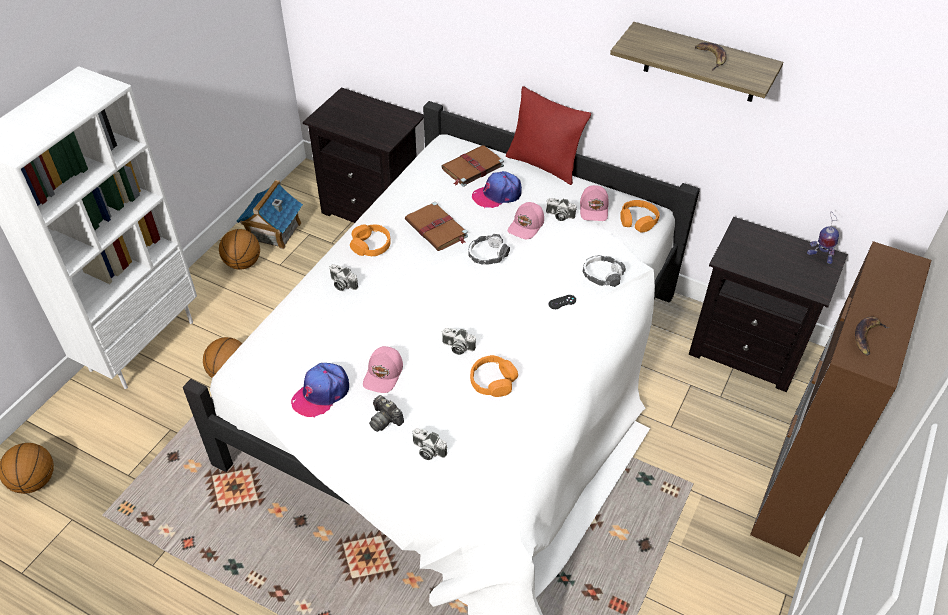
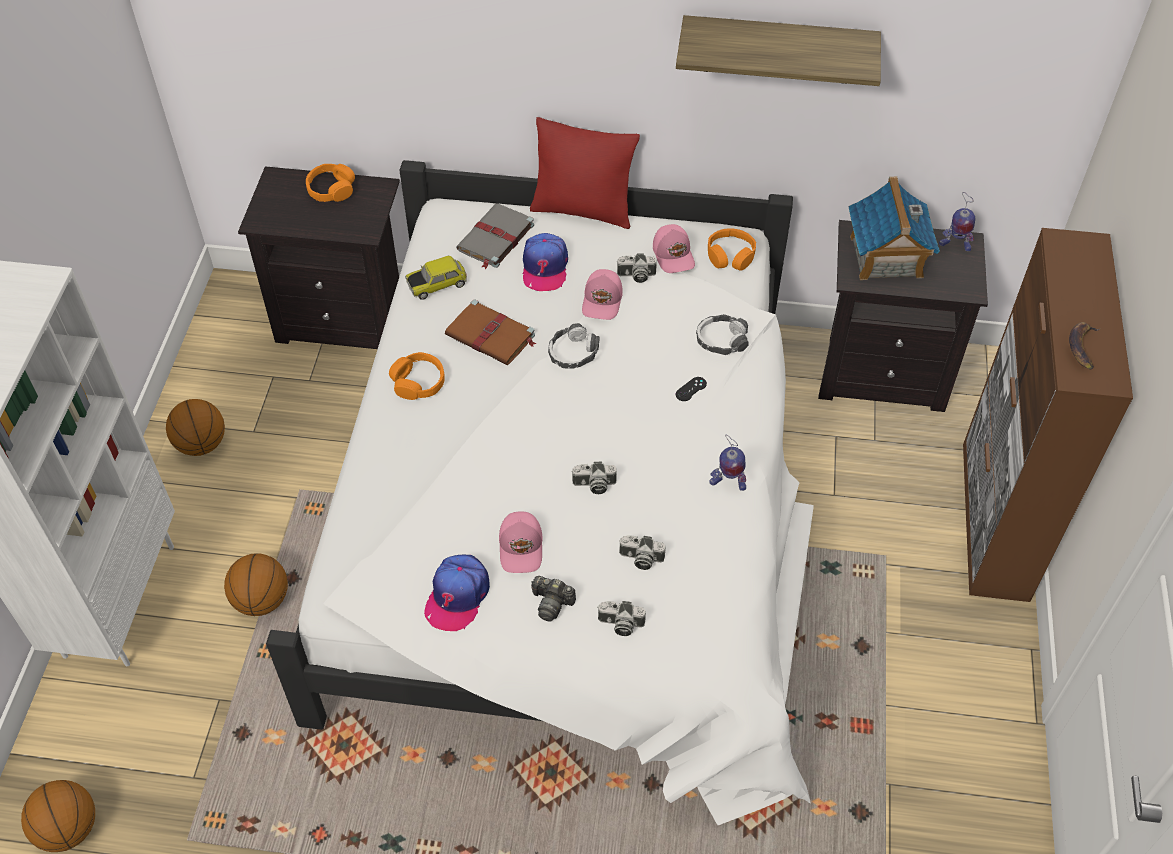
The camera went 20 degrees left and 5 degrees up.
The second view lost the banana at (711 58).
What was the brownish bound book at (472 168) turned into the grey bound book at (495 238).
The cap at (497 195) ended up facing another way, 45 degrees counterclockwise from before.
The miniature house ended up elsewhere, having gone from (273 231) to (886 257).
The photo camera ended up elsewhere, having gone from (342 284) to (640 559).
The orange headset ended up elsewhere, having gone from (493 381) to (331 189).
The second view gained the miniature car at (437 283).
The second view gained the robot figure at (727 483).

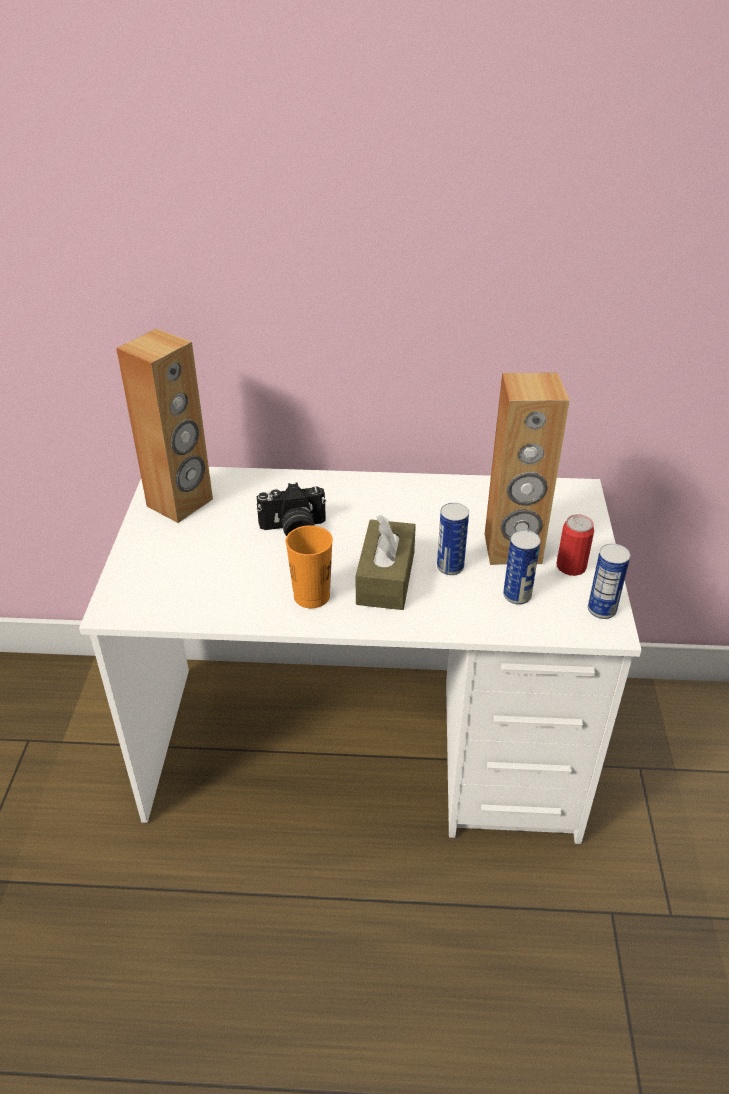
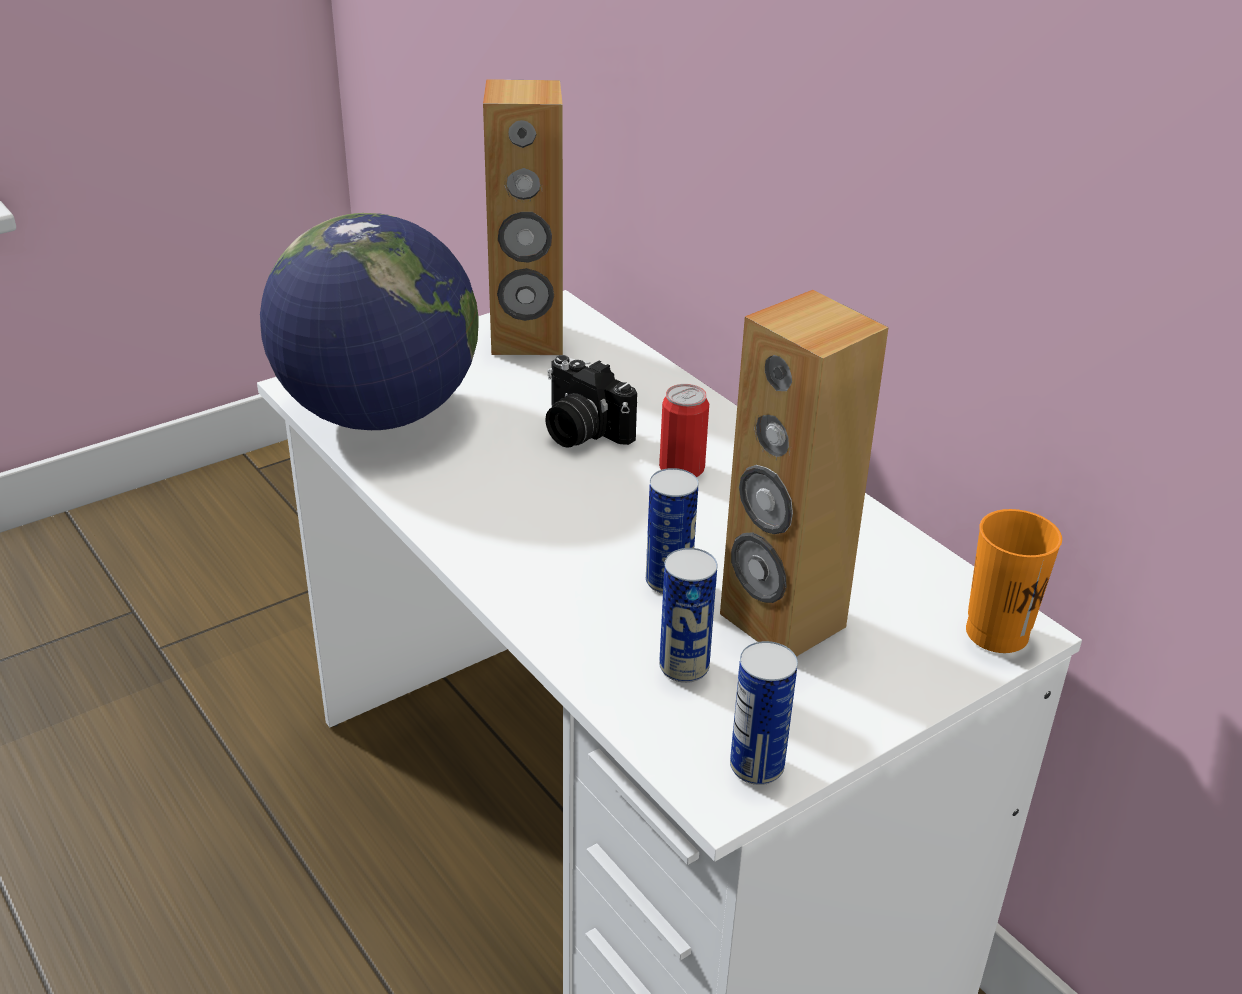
The camera went 50 degrees right and 5 degrees down.
The can ended up elsewhere, having gone from (571 567) to (681 468).
The second view lost the brownish tissue holder at (385 578).
The orange cup ended up elsewhere, having gone from (312 596) to (997 633).
The second view gained the world globe at (378 414).

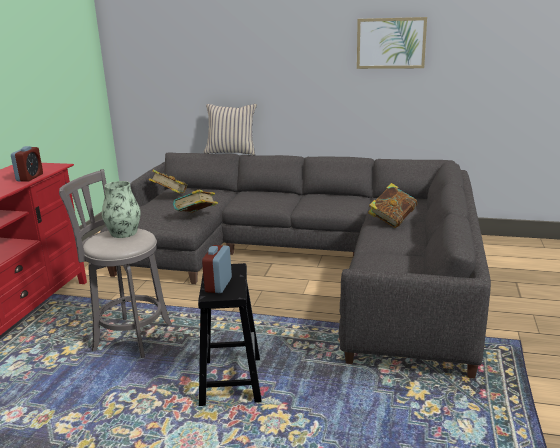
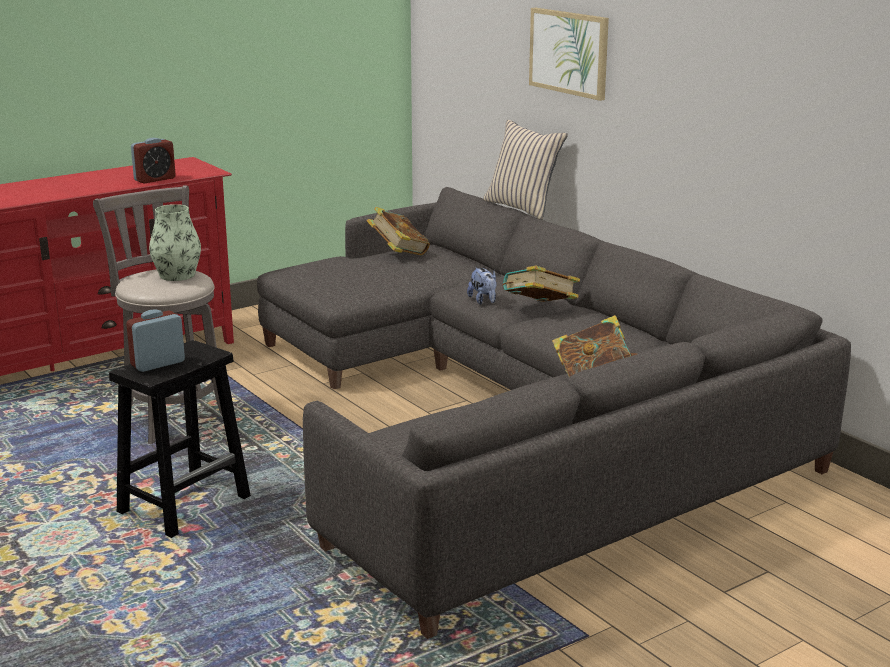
The camera went 40 degrees right and 0 degrees up.
The picture ended up elsewhere, having gone from (391 43) to (569 52).
The bound book ended up elsewhere, having gone from (196 217) to (539 309).
The second view gained the cuddly toy at (483 301).

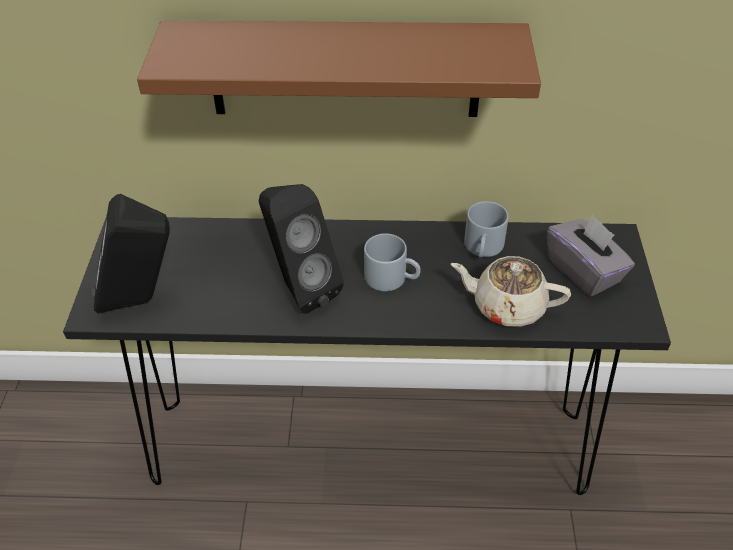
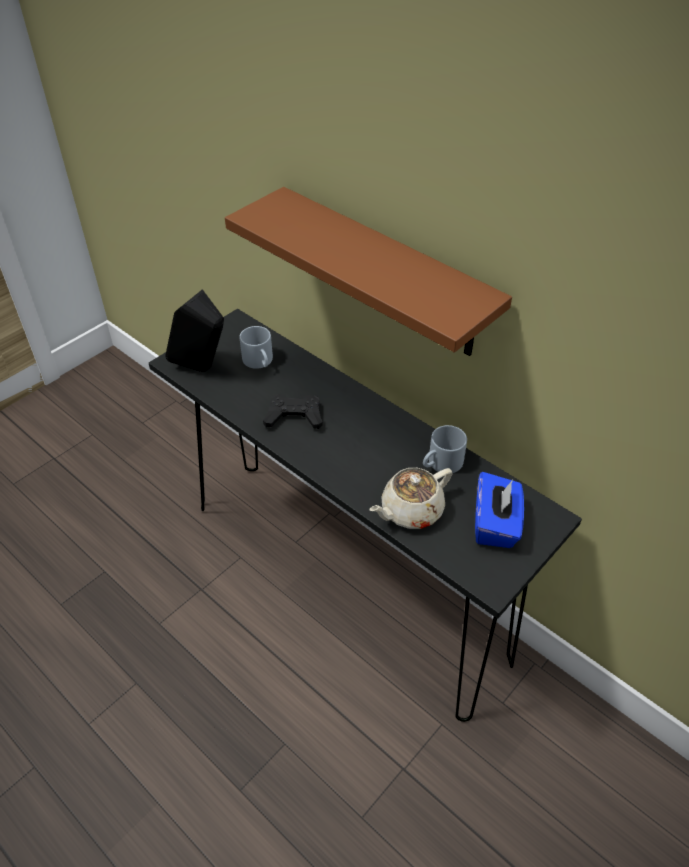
The camera went 40 degrees right and 0 degrees up.
Where the blackish loudspeaker stood at (299 288), the blackish joypad came to stand at (294 416).
What was the grey tissue holder at (584 271) turned into the bluish tissue holder at (495 524).
The grey tea mug ended up elsewhere, having gone from (392 278) to (260 361).
The beige tea pot at (507 306) ended up facing another way, 90 degrees counterclockwise from before.

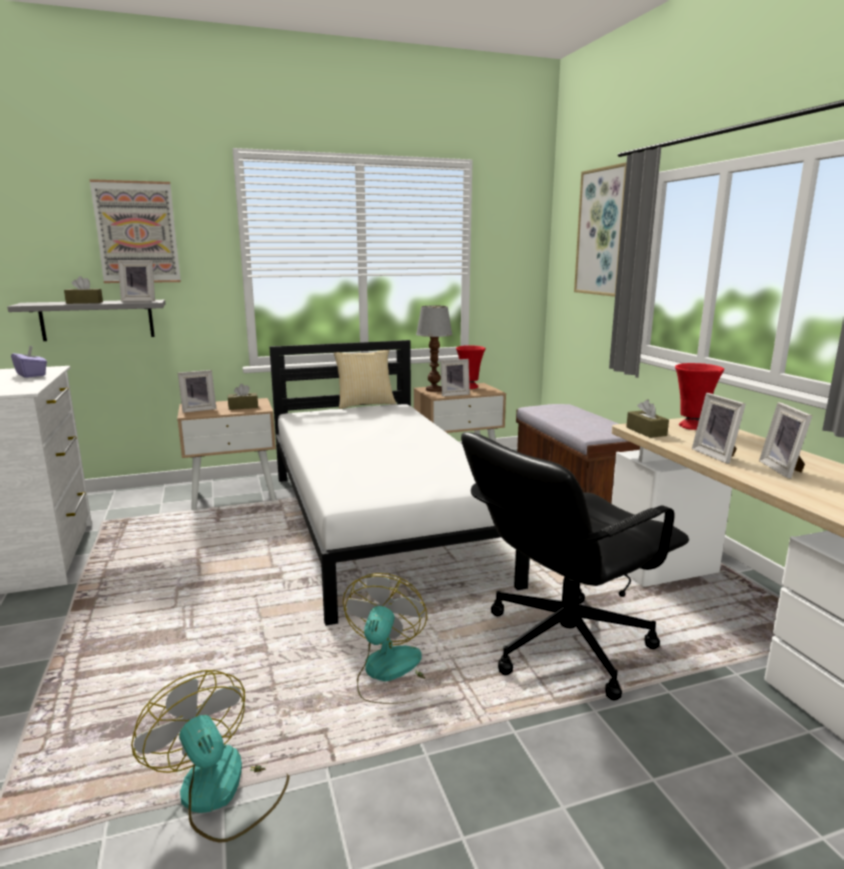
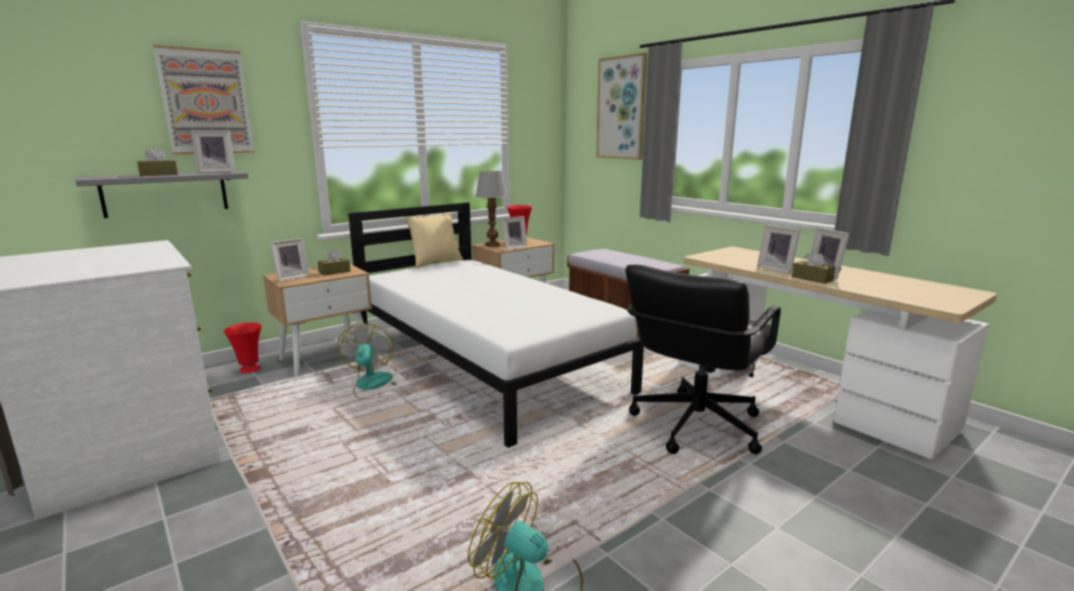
The camera went 20 degrees left and 0 degrees up.
The second view lost the purple tissue holder at (32 375).
The red-coloured vase ended up elsewhere, having gone from (691 427) to (249 370).
The brownish tissue holder ended up elsewhere, having gone from (646 431) to (812 279).
The fan ended up elsewhere, having gone from (389 674) to (373 386).

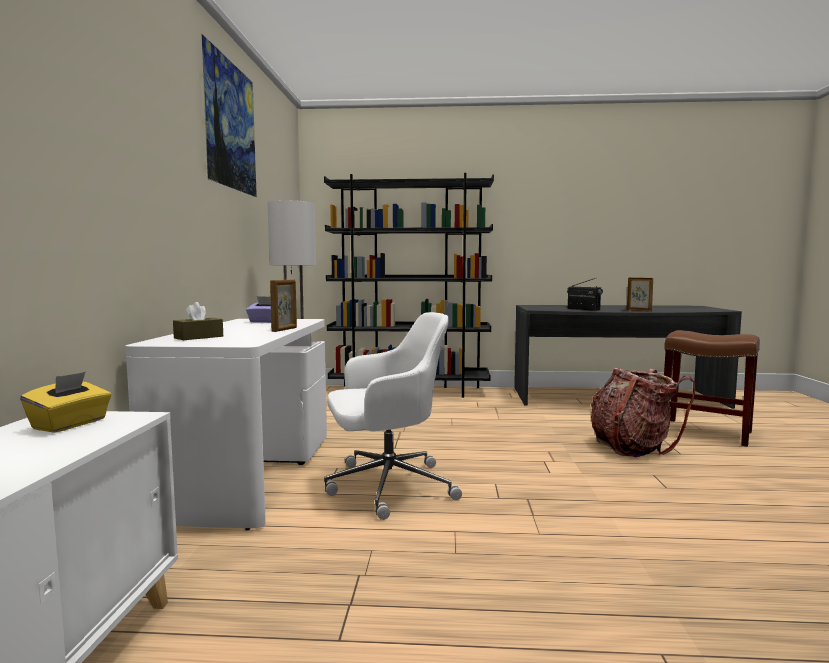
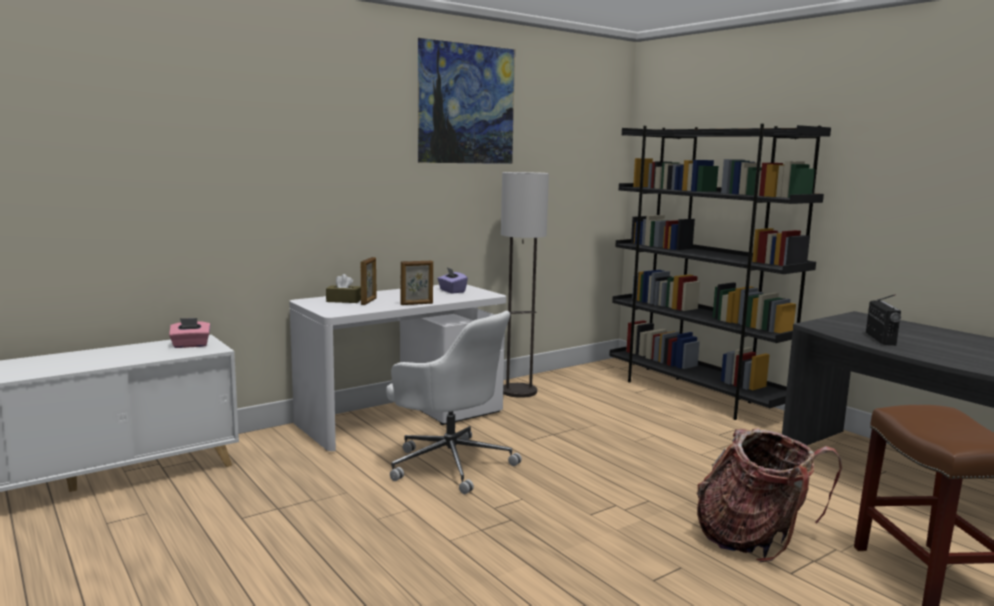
The camera went 50 degrees right and 5 degrees up.
The photo frame ended up elsewhere, having gone from (639 311) to (369 301).
What was the yellow tissue holder at (70 424) turned into the pink tissue holder at (190 345).

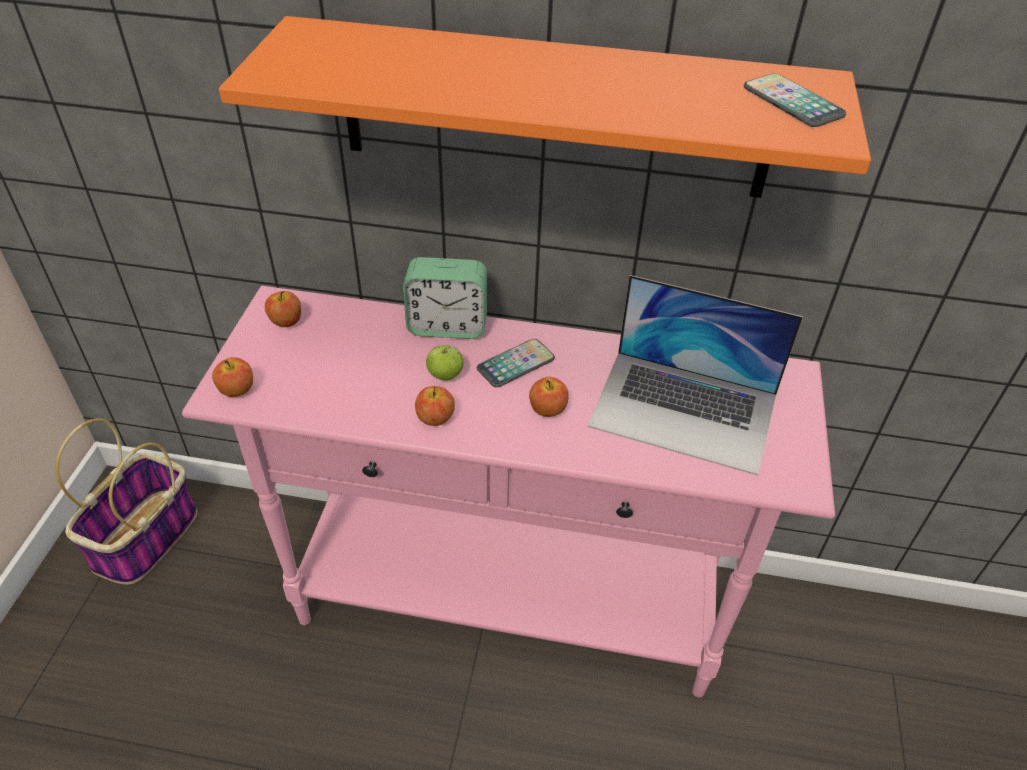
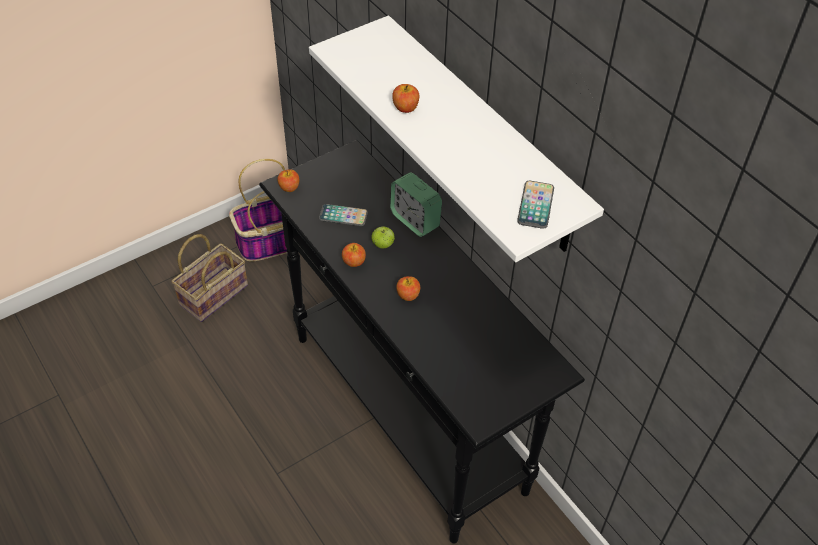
The camera went 45 degrees right and 5 degrees up.
What was the orange wall shelf at (554 110) turned into the white wall shelf at (483 136).
The second view lost the portable computer at (684 410).
What was the pink hall table at (509 603) turned into the blackish hall table at (407 413).
The whole apple ended up elsewhere, having gone from (286 321) to (405 108).
The phone ended up elsewhere, having gone from (515 364) to (343 216).
The second view gained the storage basket at (214 293).

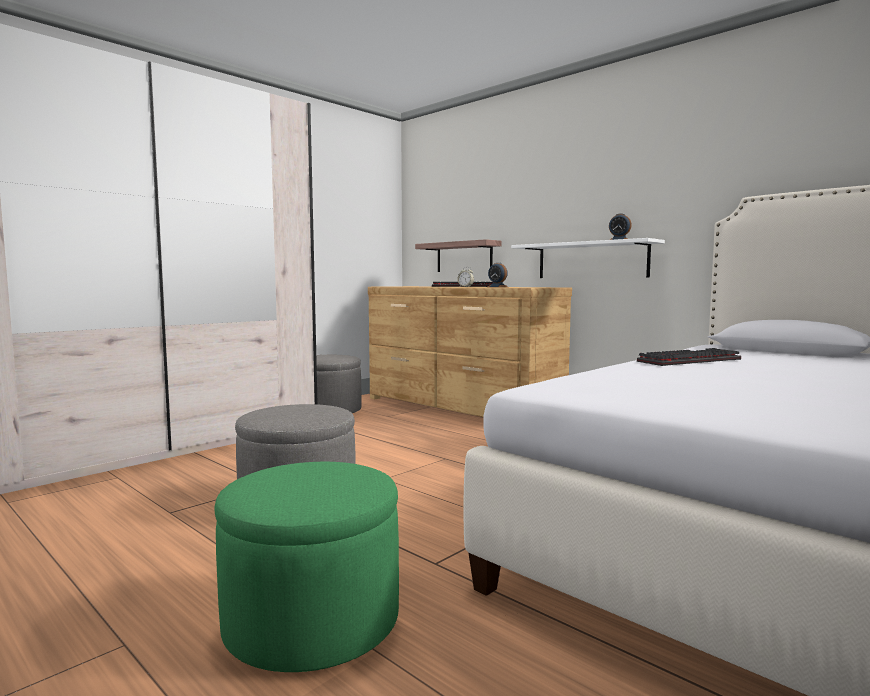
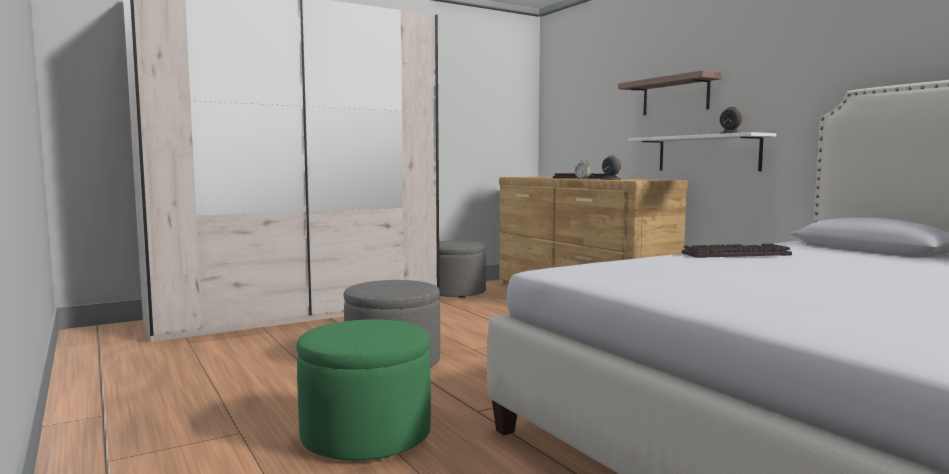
The camera went 15 degrees right and 0 degrees up.
The wall shelf ended up elsewhere, having gone from (464 257) to (675 95).

